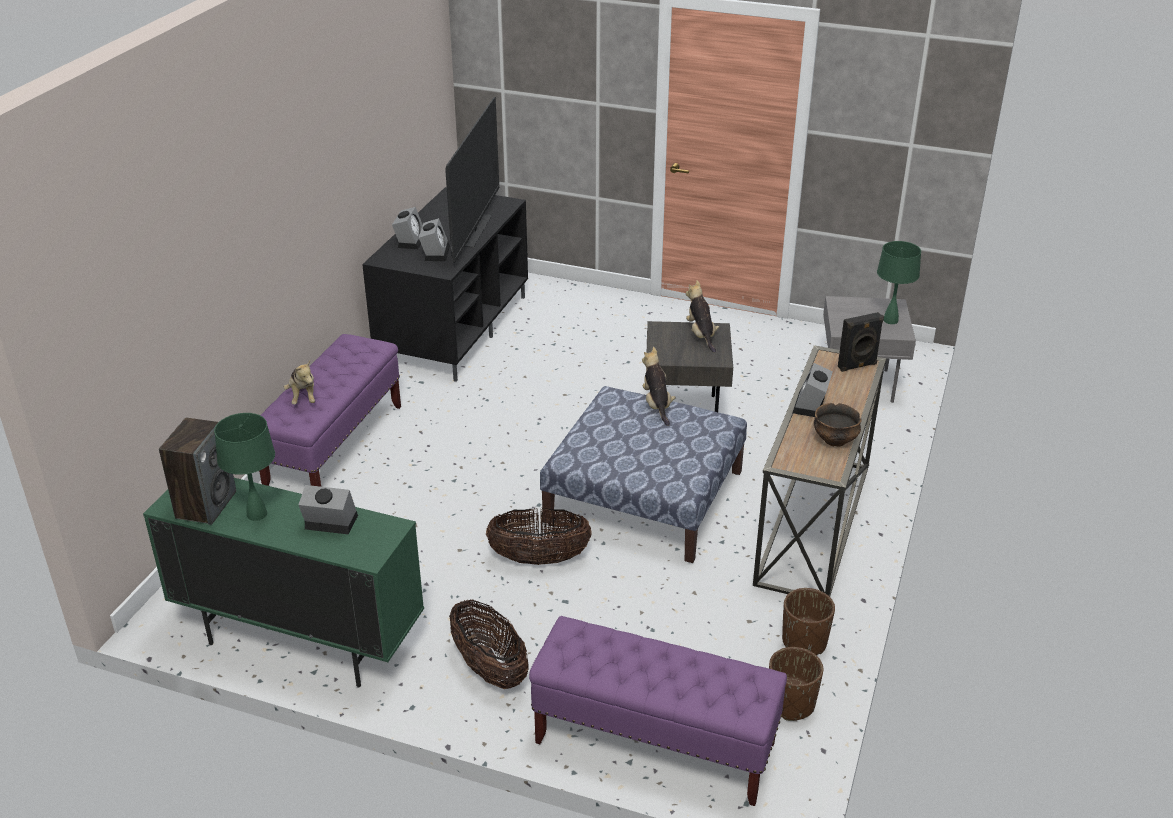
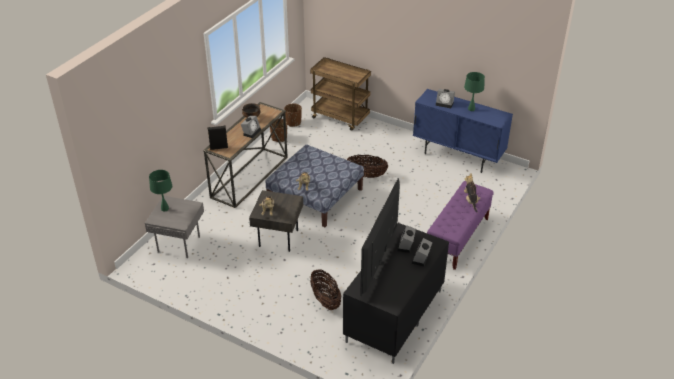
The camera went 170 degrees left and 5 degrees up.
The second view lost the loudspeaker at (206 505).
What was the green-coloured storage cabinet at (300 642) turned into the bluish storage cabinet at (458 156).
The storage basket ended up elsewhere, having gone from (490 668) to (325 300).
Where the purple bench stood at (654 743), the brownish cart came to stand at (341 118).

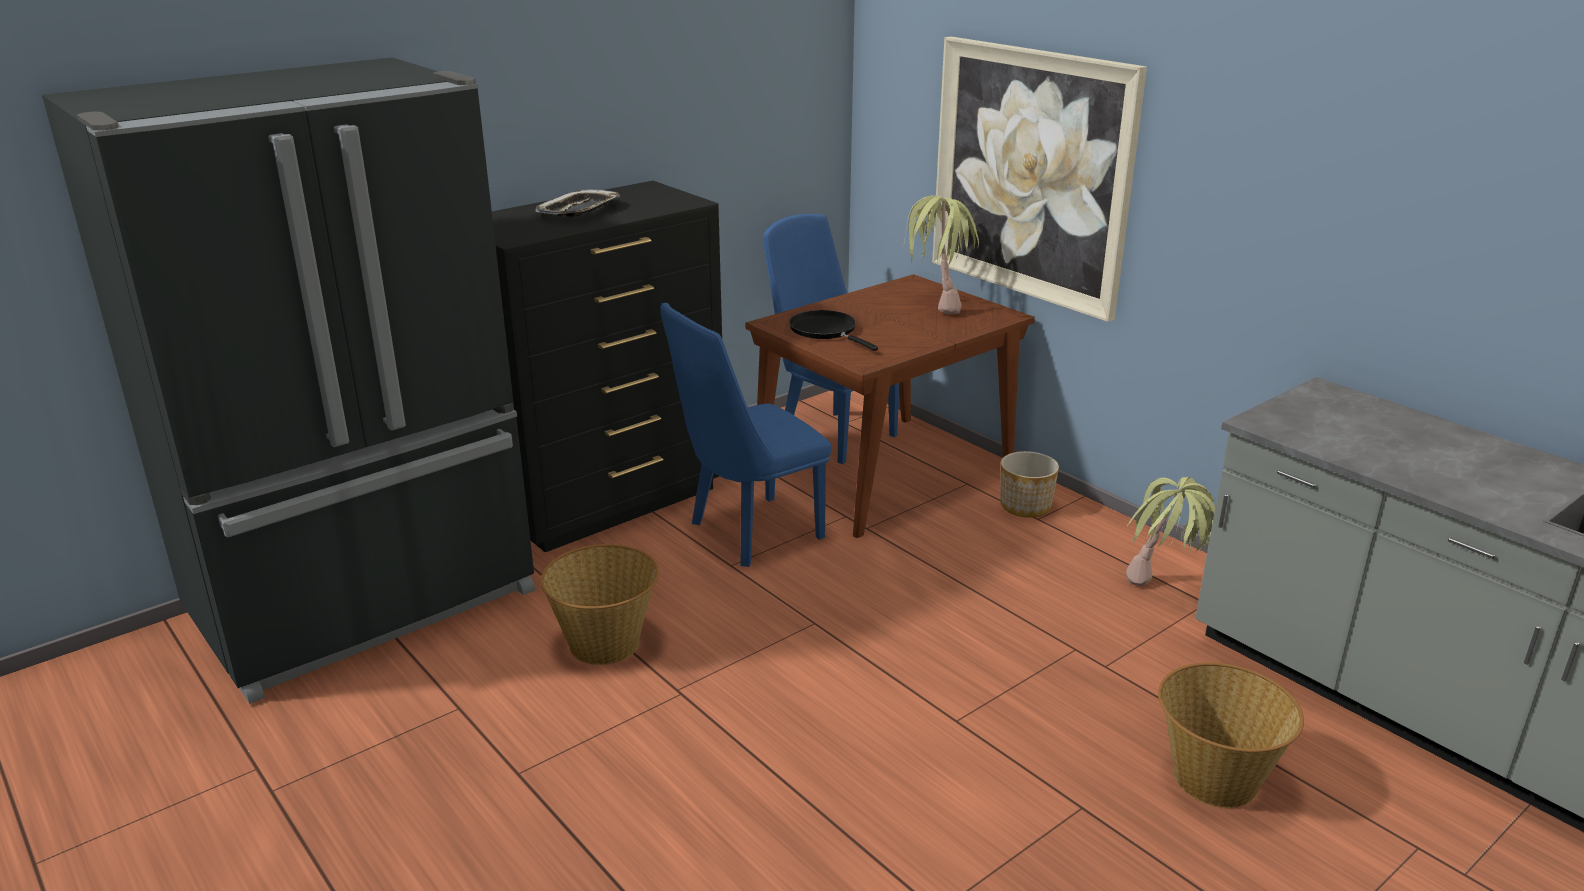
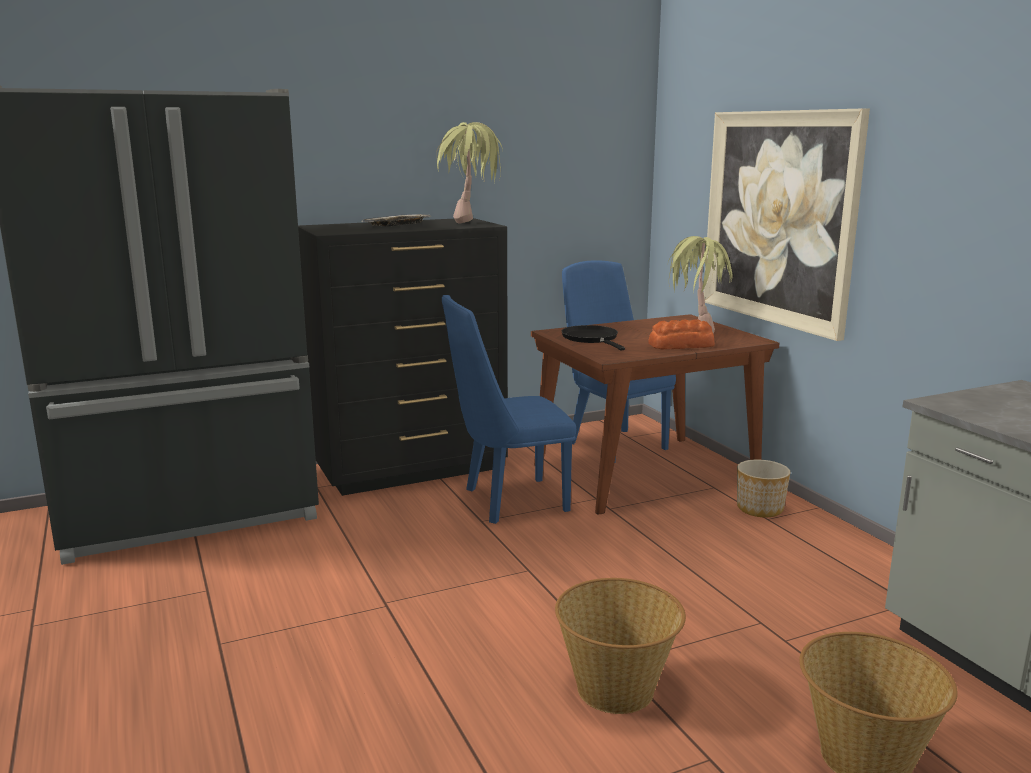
The camera went 15 degrees right and 10 degrees down.
The houseplant ended up elsewhere, having gone from (1162 595) to (470 225).
The storage basket ended up elsewhere, having gone from (605 643) to (616 688).
The second view gained the bakery bread at (682 345).

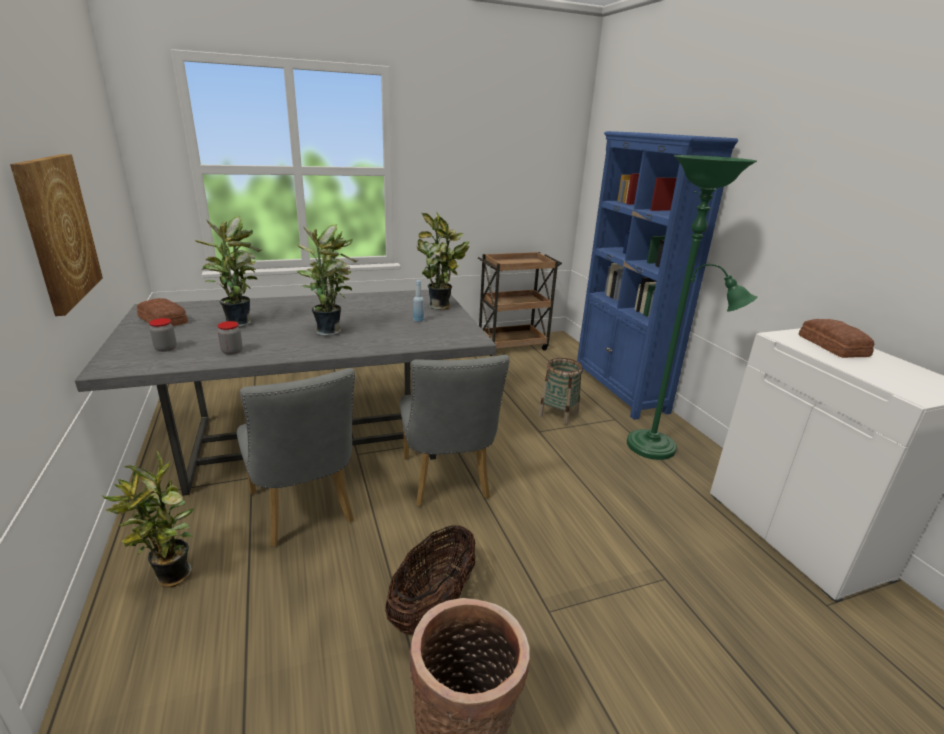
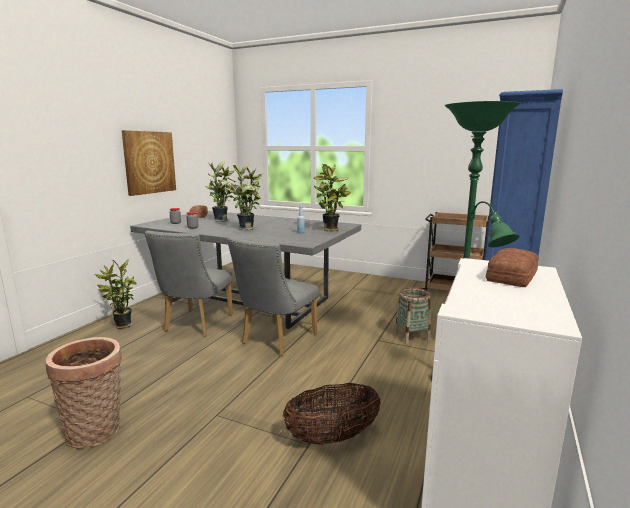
The camera went 45 degrees right and 10 degrees down.
The storage basket ended up elsewhere, having gone from (433 604) to (332 437).

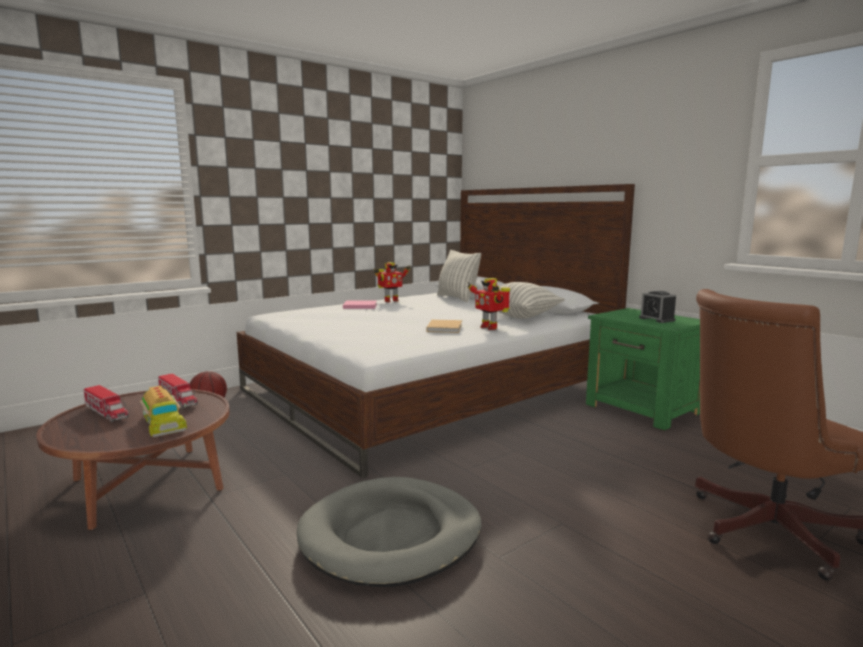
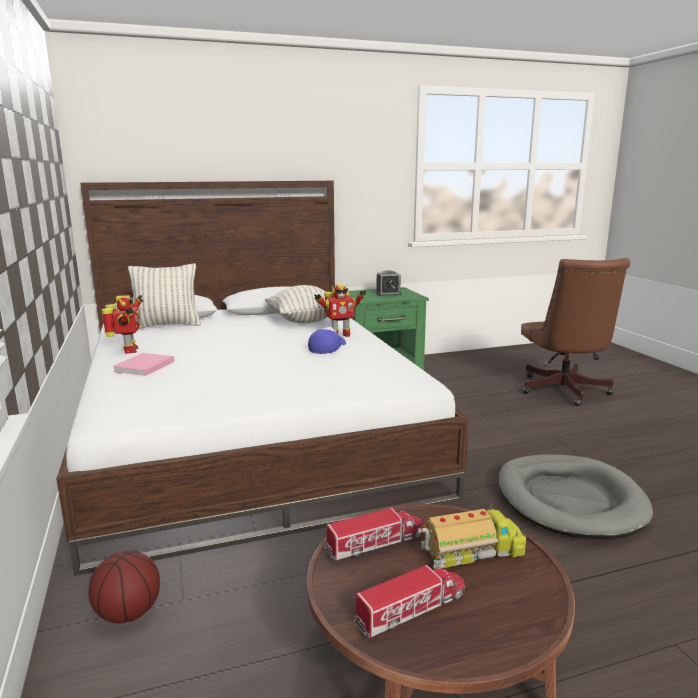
The camera went 70 degrees left and 5 degrees up.
Where the beige bound book stood at (444 327), the cap came to stand at (327 347).

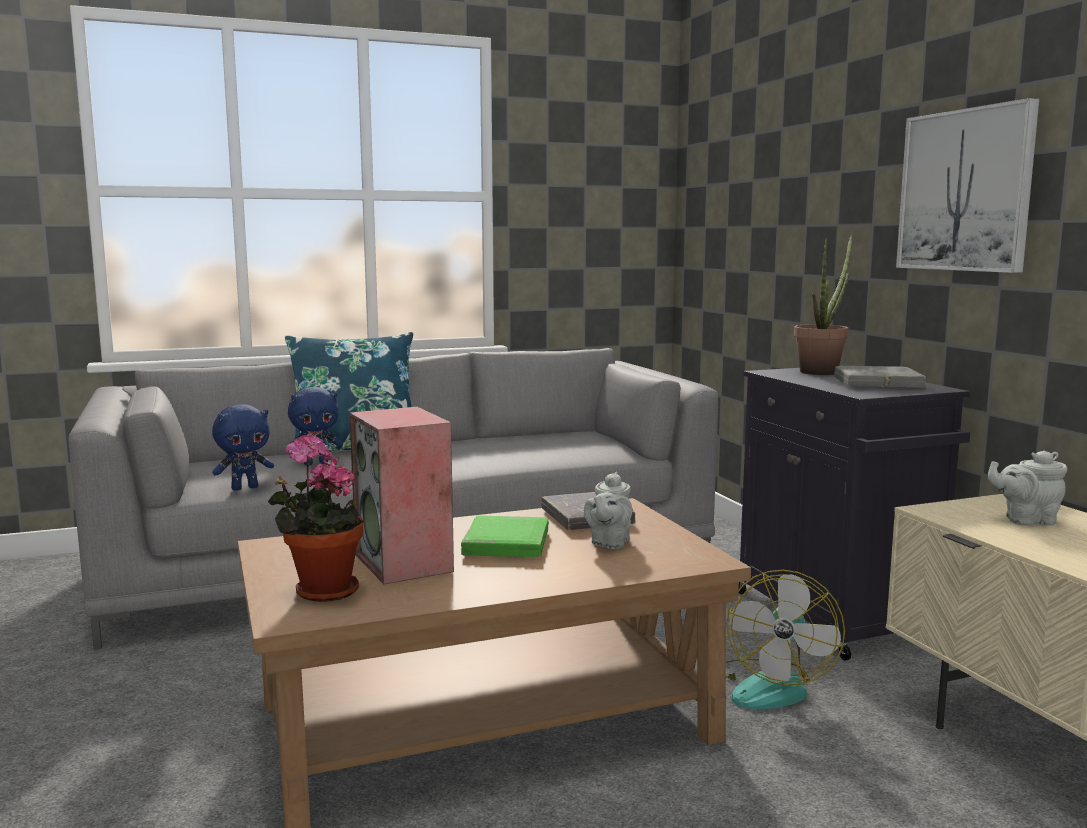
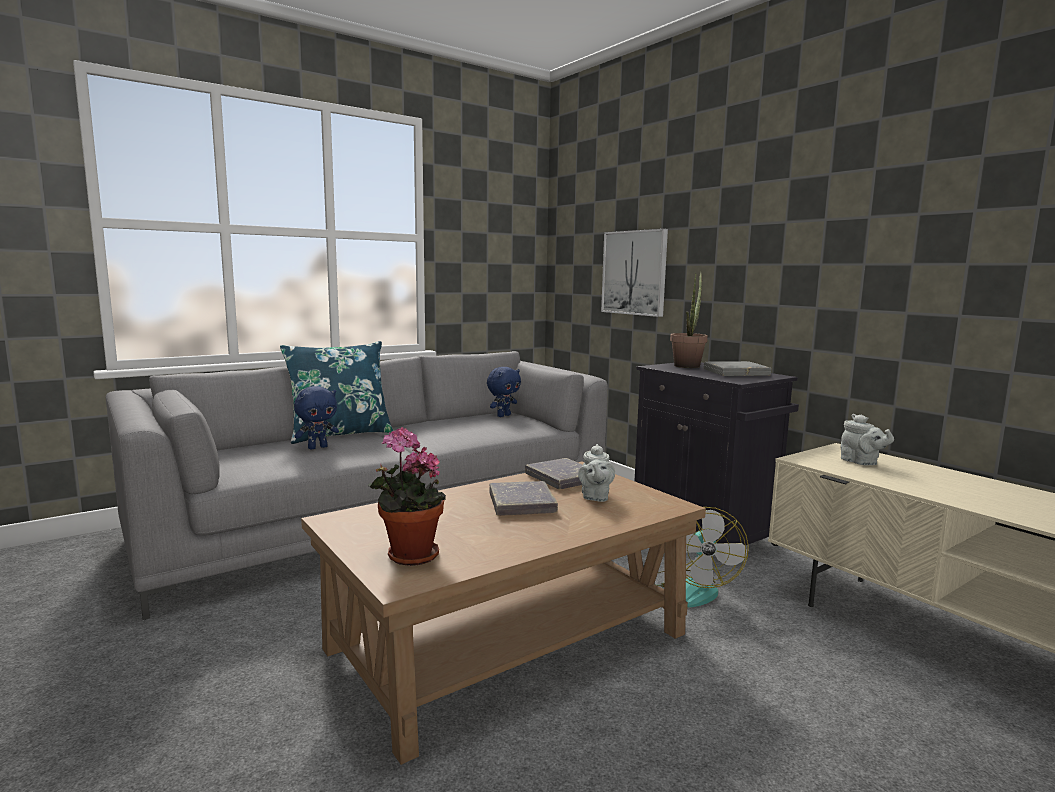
The camera went 15 degrees left and 0 degrees up.
The picture ended up elsewhere, having gone from (965 191) to (634 273).
The bluish cuddly toy ended up elsewhere, having gone from (245 488) to (503 415).
The second view lost the loudspeaker at (405 563).
The grey tea pot at (1026 520) ended up facing another way, 105 degrees counterclockwise from before.
What was the green-coloured bound book at (506 544) turned into the grey bound book at (522 503).

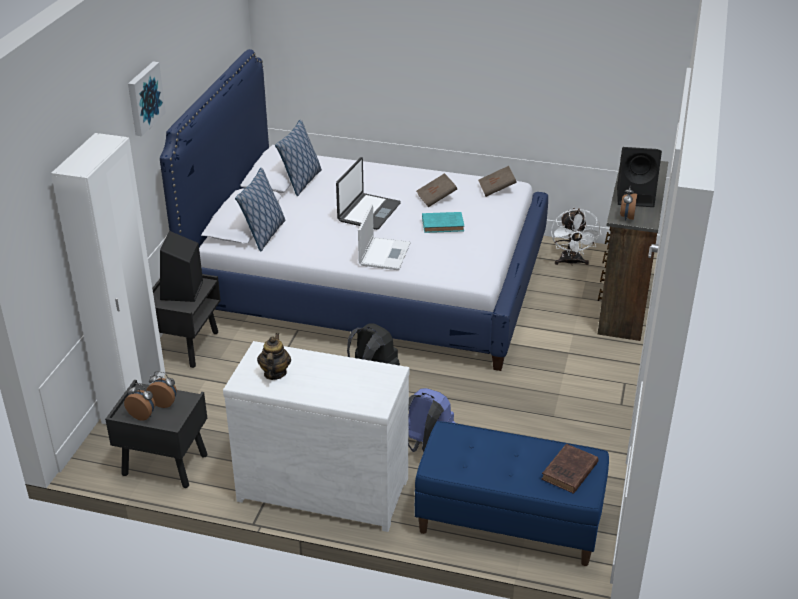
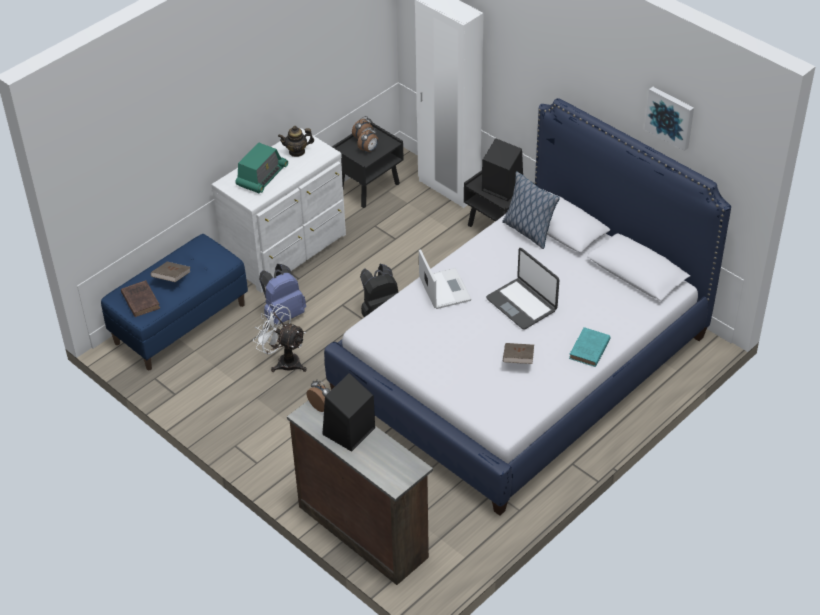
The camera went 120 degrees right and 10 degrees up.
The picture ended up elsewhere, having gone from (144 98) to (670 117).
The second view lost the cushion at (301 182).
The brownish bound book ended up elsewhere, having gone from (496 189) to (171 278).
The portable computer at (384 253) ended up facing another way, 150 degrees counterclockwise from before.
The white fan ended up elsewhere, having gone from (571 262) to (283 361).
The blue-green bound book ended up elsewhere, having gone from (444 225) to (589 350).
The tea pot at (274 373) ended up facing another way, 135 degrees clockwise from before.
The second view gained the radio receiver at (262 177).

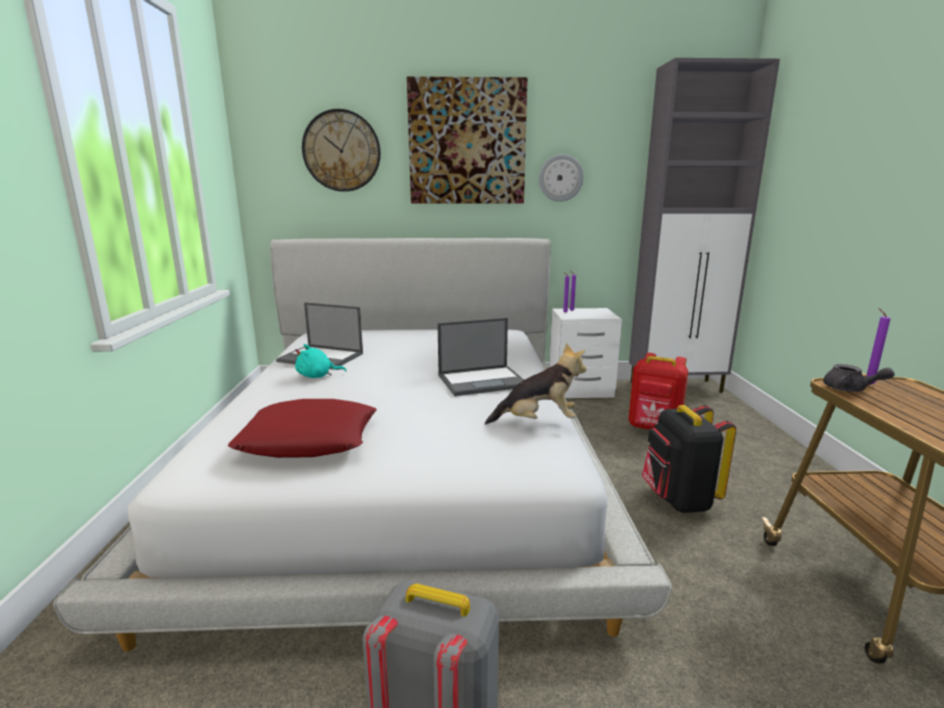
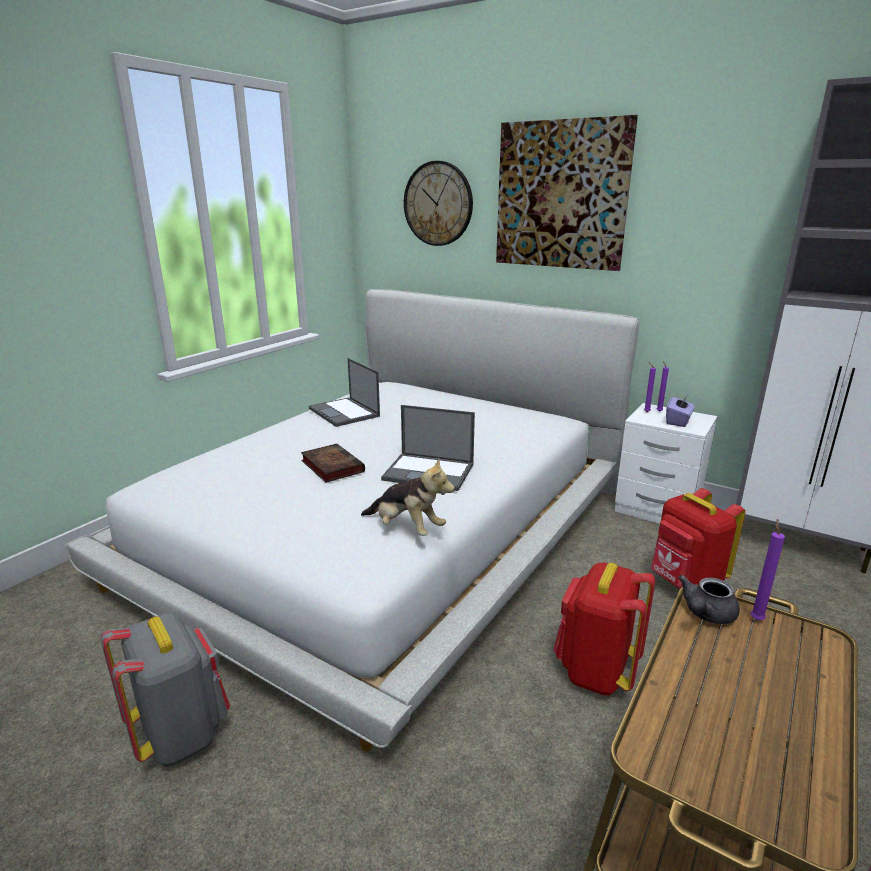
The camera went 35 degrees right and 5 degrees up.
The second view lost the wall clock at (560 178).
The second view lost the blue-green cuddly toy at (317 376).
The grey tea pot at (850 389) ended up facing another way, 60 degrees clockwise from before.
The second view lost the red-coloured cushion at (309 439).
What was the blackish knapsack at (678 500) turned into the red-coloured knapsack at (595 671).
The second view gained the purple tissue holder at (678 421).
The second view gained the bound book at (331 466).

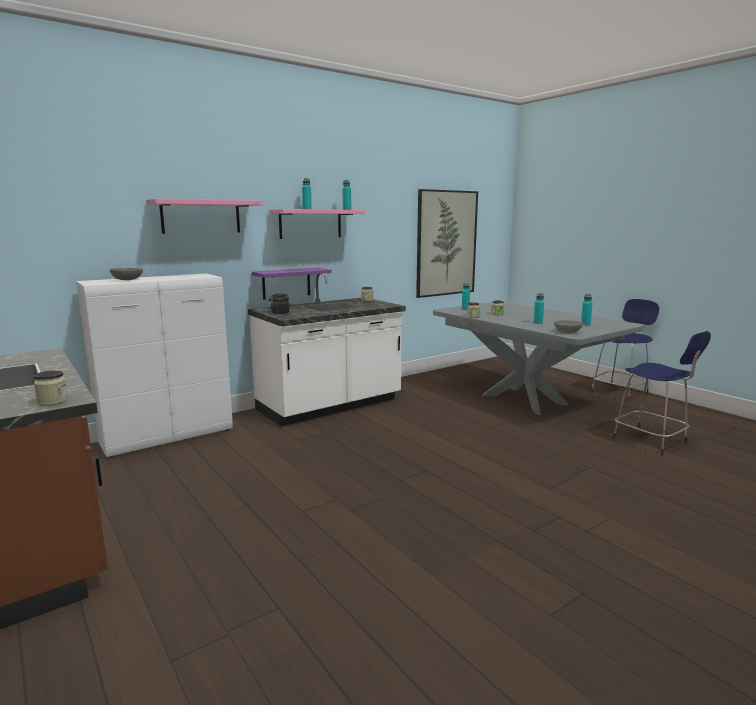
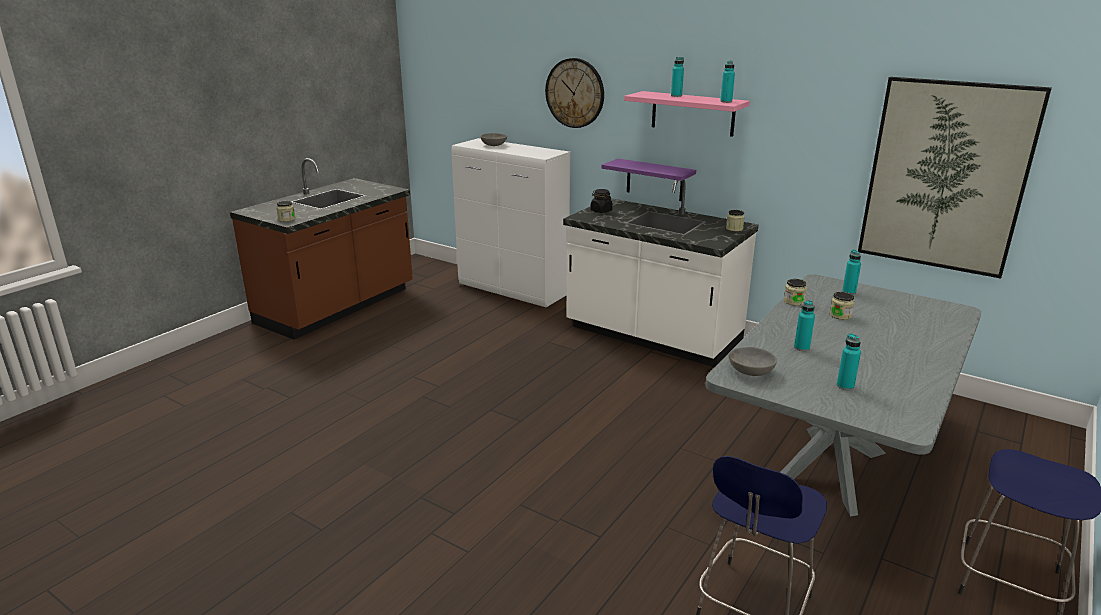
The camera went 70 degrees right and 10 degrees up.
Where the pink wall shelf hung at (201 216), the wall clock came to hang at (575 93).

